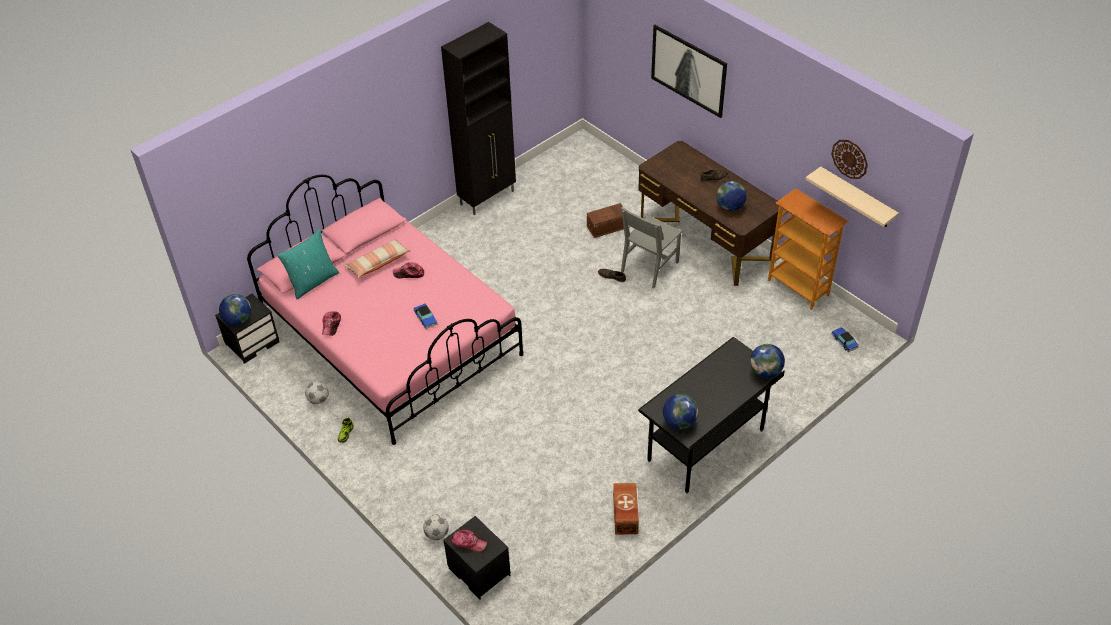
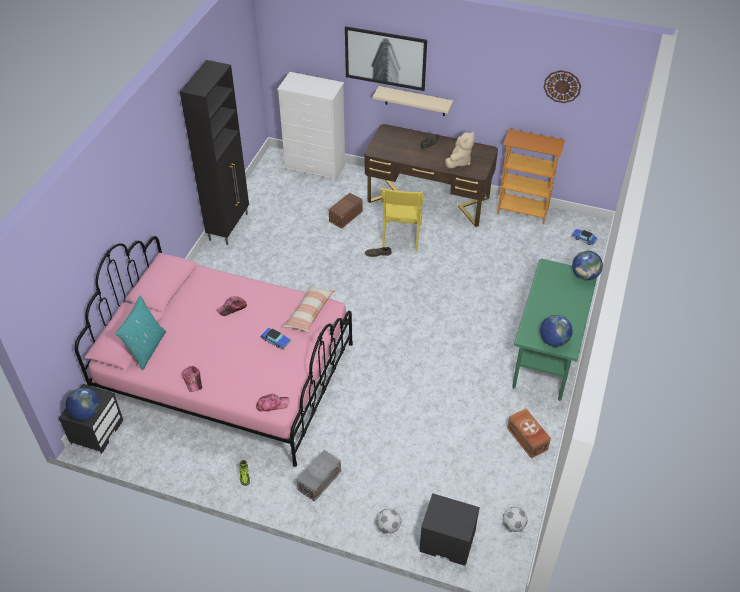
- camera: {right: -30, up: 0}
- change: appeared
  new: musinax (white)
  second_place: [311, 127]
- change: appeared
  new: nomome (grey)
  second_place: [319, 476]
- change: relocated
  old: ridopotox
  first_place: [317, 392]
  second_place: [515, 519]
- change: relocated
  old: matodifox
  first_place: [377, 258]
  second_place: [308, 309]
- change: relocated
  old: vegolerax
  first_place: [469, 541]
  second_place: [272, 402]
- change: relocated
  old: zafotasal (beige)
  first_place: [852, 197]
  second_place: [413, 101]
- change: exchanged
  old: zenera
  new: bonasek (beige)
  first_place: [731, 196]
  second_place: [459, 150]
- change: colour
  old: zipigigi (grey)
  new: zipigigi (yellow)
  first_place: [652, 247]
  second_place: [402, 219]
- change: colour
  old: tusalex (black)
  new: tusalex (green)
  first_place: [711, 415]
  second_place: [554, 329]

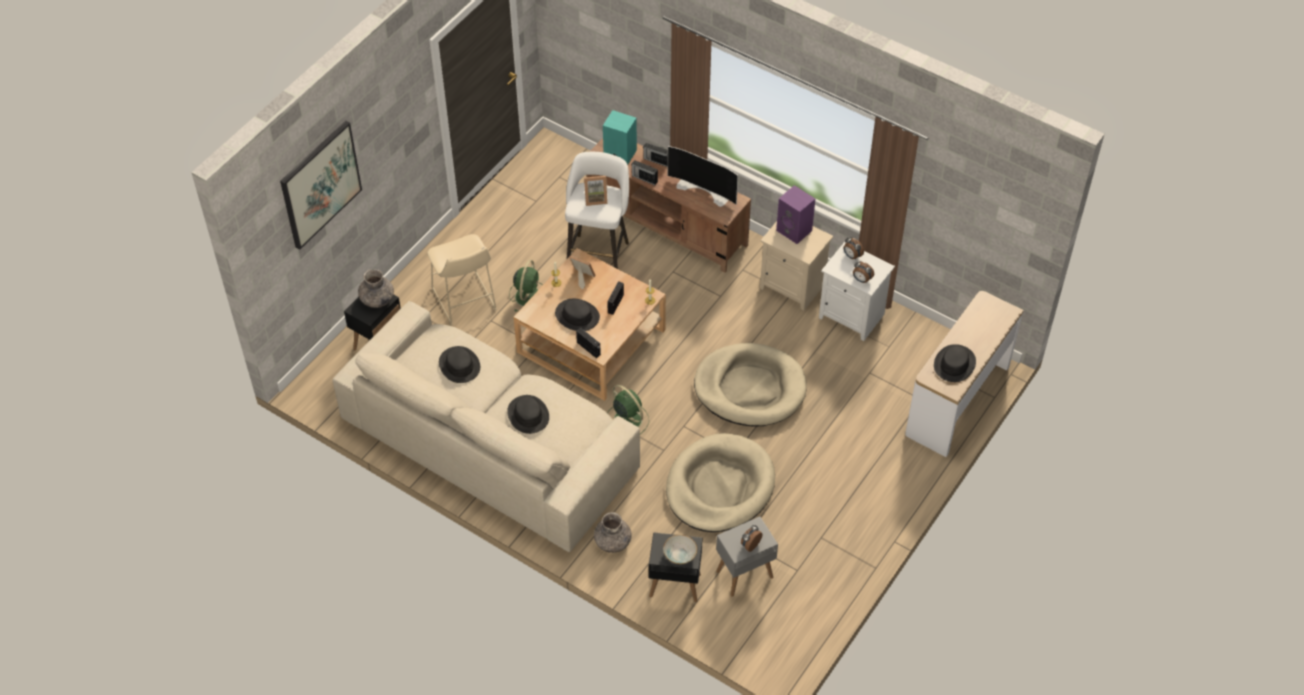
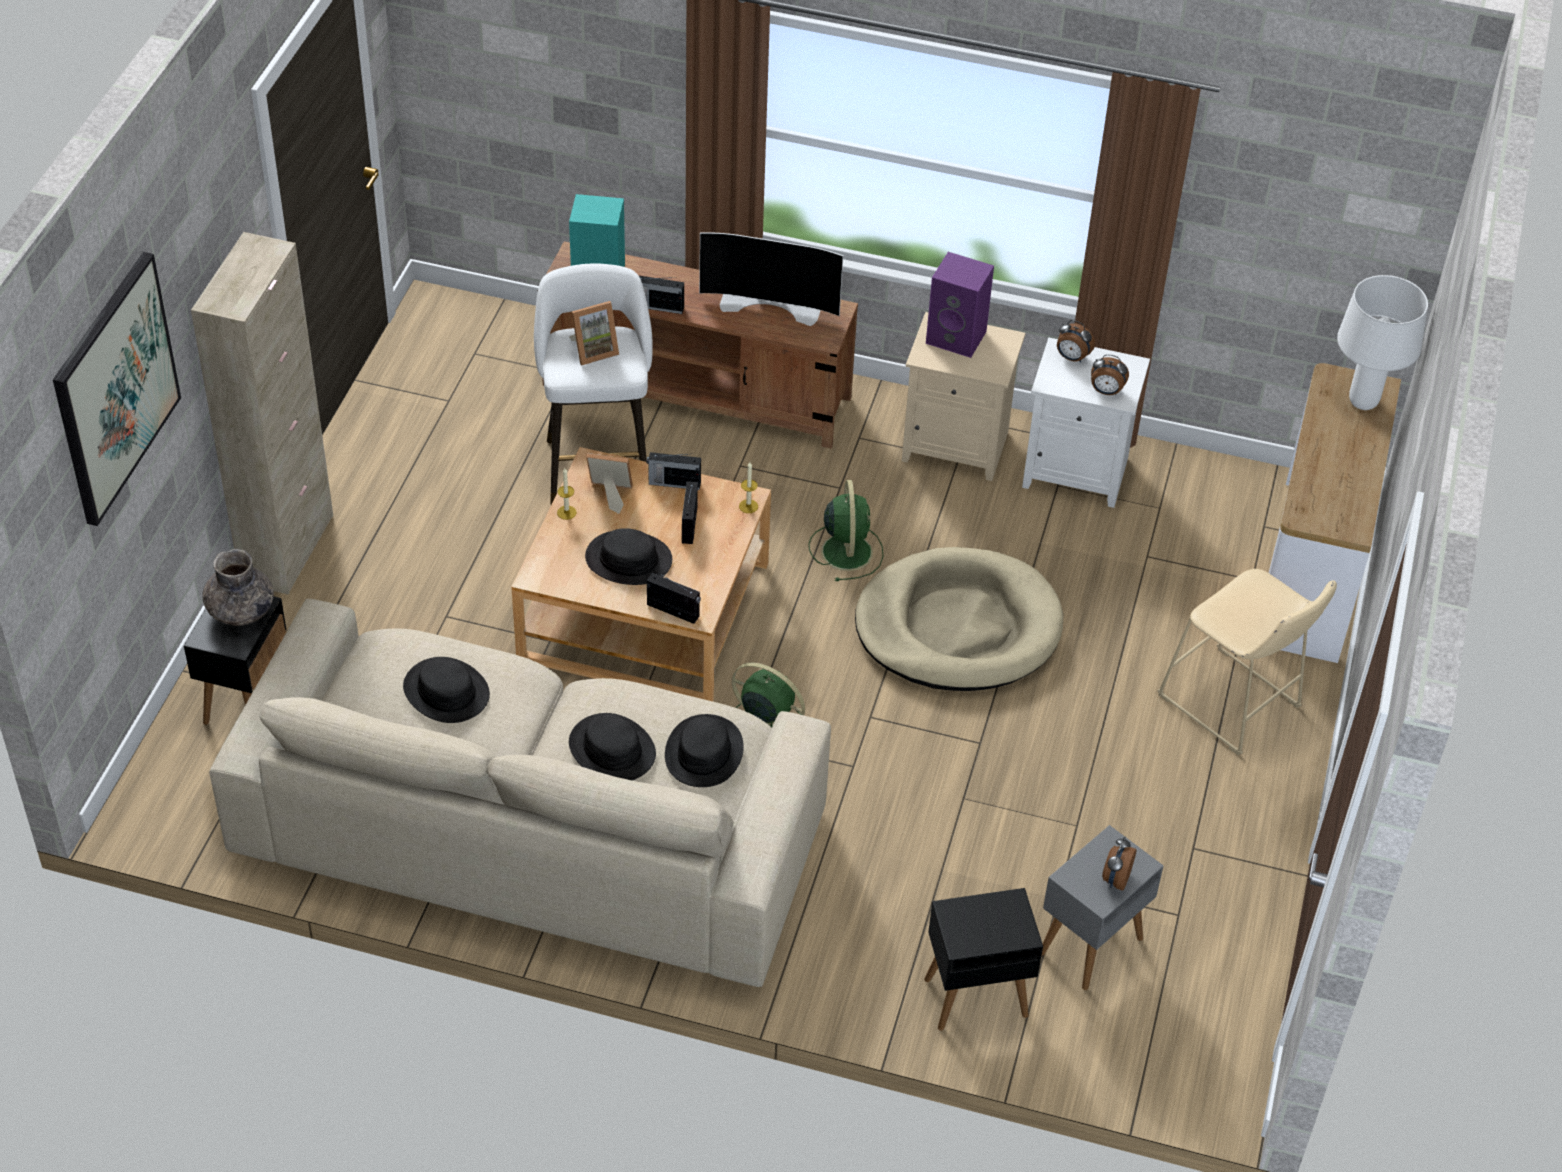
- camera: {right: -20, up: -5}
- change: missing
  old: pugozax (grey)
  first_place: [613, 532]
- change: missing
  old: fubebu
  first_place: [680, 549]
- change: missing
  old: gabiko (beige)
  first_place: [720, 482]
- change: appeared
  new: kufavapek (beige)
  second_place: [262, 413]
- change: appeared
  new: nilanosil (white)
  second_place: [1382, 342]
- change: relocated
  old: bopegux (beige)
  first_place: [462, 280]
  second_place: [1247, 662]
- change: relocated
  old: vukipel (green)
  first_place: [526, 285]
  second_place: [846, 530]
- change: relocated
  old: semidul
  first_place: [655, 155]
  second_place: [674, 471]
- change: relocated
  old: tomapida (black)
  first_place: [955, 363]
  second_place: [704, 750]

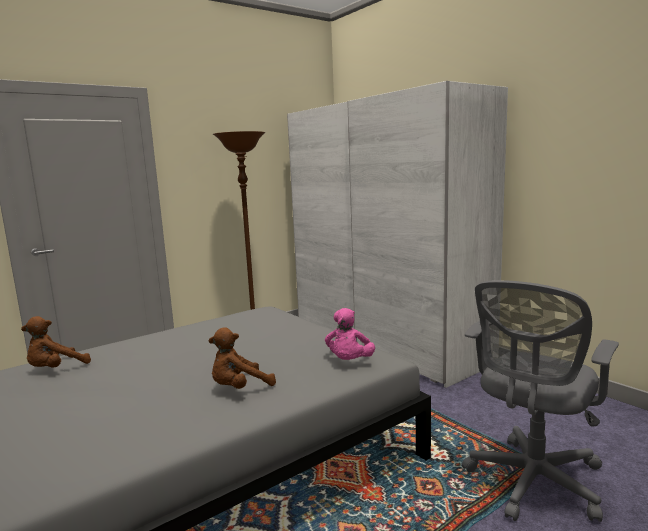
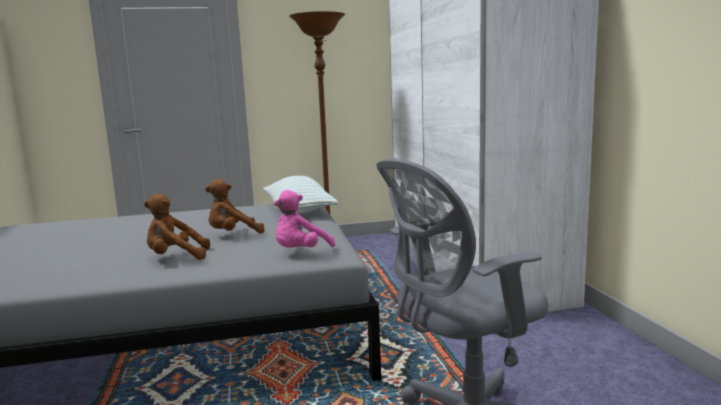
- camera: {right: 25, up: 0}
- change: appeared
  new: matodifox
  second_place: [300, 194]
- change: relocated
  old: bonasek (brown)
  first_place: [56, 342]
  second_place: [235, 206]

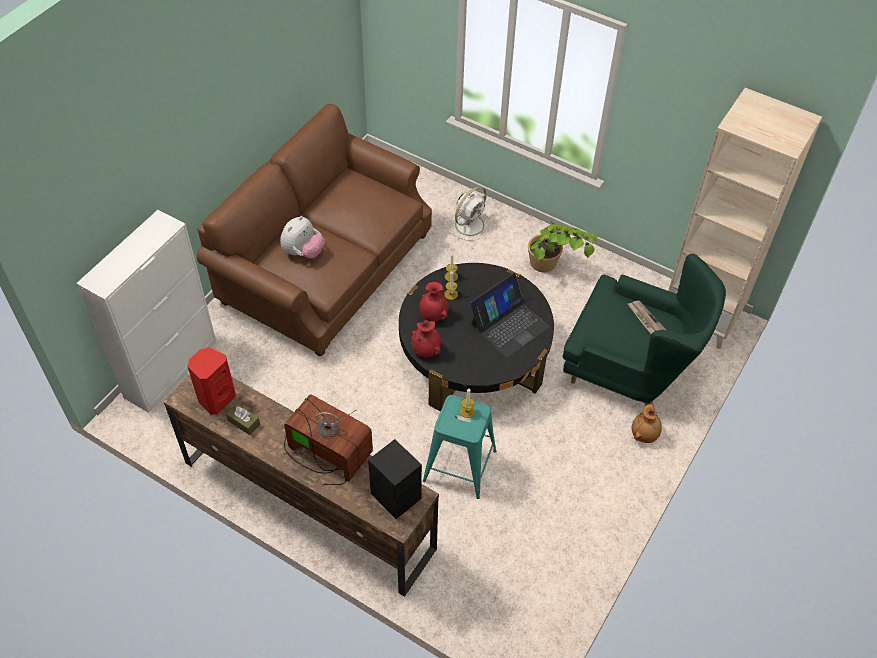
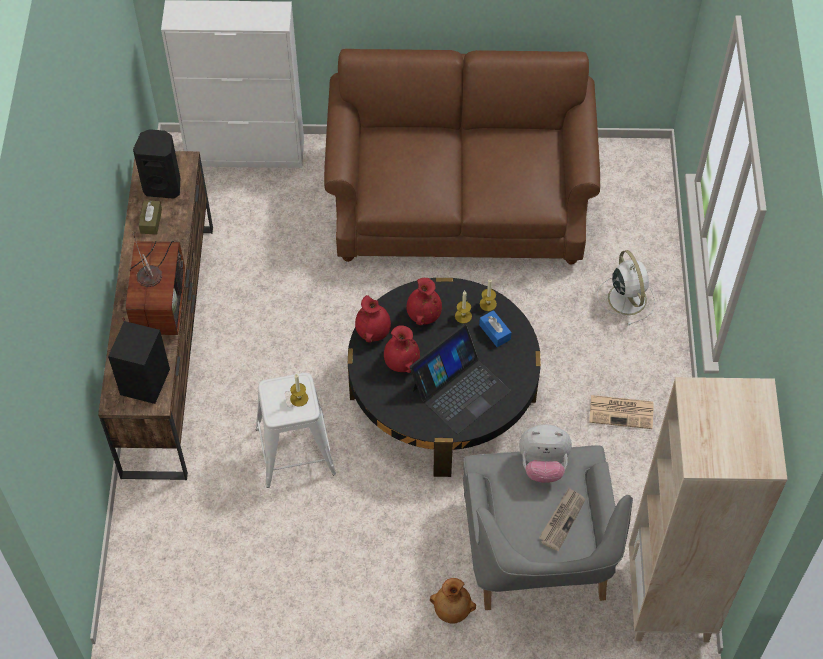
- camera: {right: 60, up: 5}
- change: appeared
  new: pugozax (red)
  second_place: [402, 349]
- change: appeared
  new: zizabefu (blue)
  second_place: [495, 328]
- change: relocated
  old: bonasek
  first_place: [302, 237]
  second_place: [545, 453]
- change: exchanged
  old: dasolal
  new: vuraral
  first_place: [562, 246]
  second_place: [621, 412]
- change: colour
  old: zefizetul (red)
  new: zefizetul (black)
  first_place: [211, 381]
  second_place: [156, 164]
- change: colour
  old: bopegux (turquoise)
  new: bopegux (white)
  first_place: [459, 447]
  second_place: [296, 430]
- change: colour
  old: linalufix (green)
  new: linalufix (grey)
  first_place: [644, 330]
  second_place: [548, 527]
- change: spun
  old: vukipel (white)
  first_place: [470, 213]
  second_place: [626, 287]
  degrees: -120
- change: spun
  old: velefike
  first_place: [510, 315]
  second_place: [460, 379]
  degrees: -60

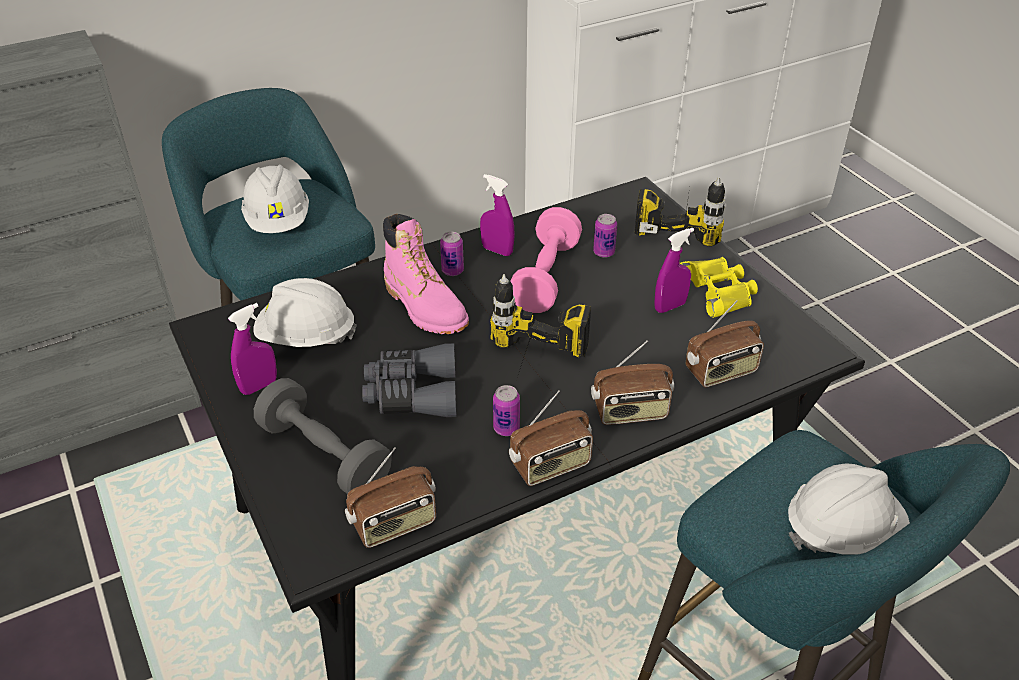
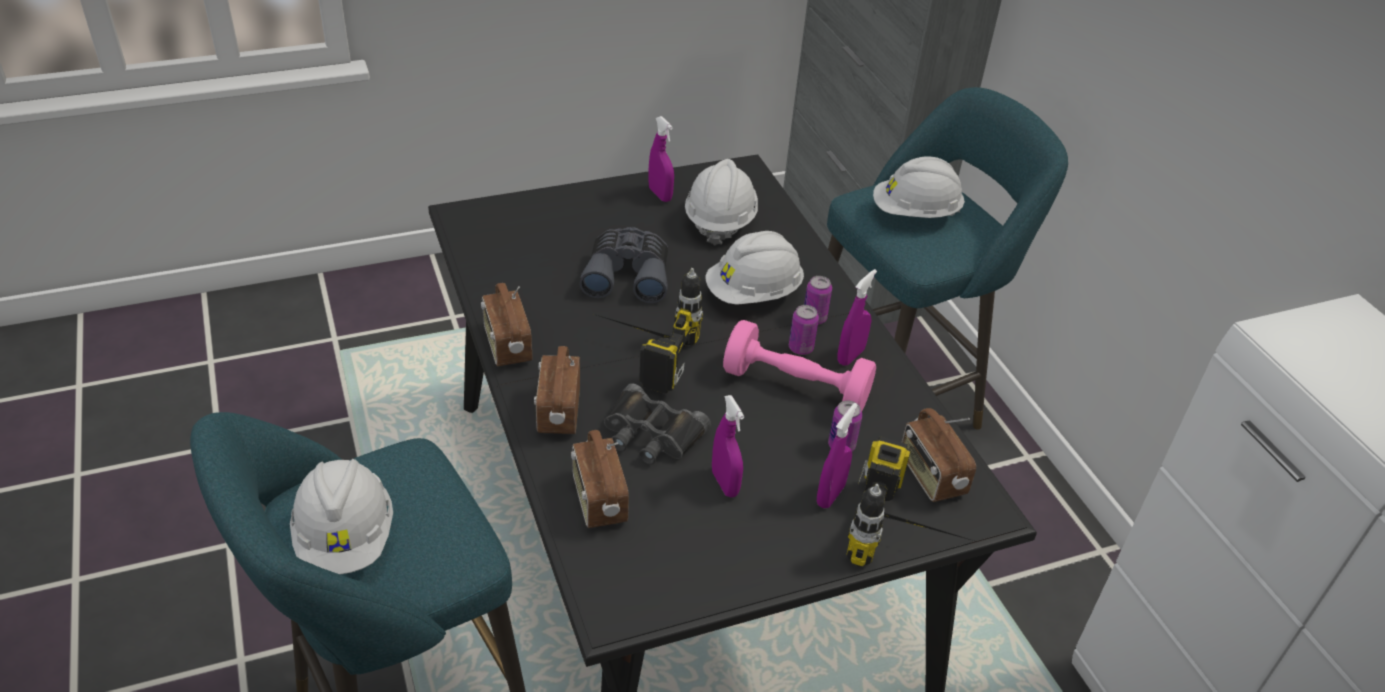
- camera: {right: 95, up: 0}
- change: missing
  old: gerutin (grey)
  first_place: [323, 436]
- change: missing
  old: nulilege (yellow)
  first_place: [718, 287]
- change: appeared
  new: nulilege (black)
  second_place: [657, 424]
- change: appeared
  new: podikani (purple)
  second_place: [837, 455]
- change: relocated
  old: semidul
  first_place: [390, 497]
  second_place: [939, 455]
- change: relocated
  old: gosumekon
  first_place: [506, 410]
  second_place: [804, 330]
- change: exchanged
  old: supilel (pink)
  new: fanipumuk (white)
  first_place: [426, 274]
  second_place: [754, 268]

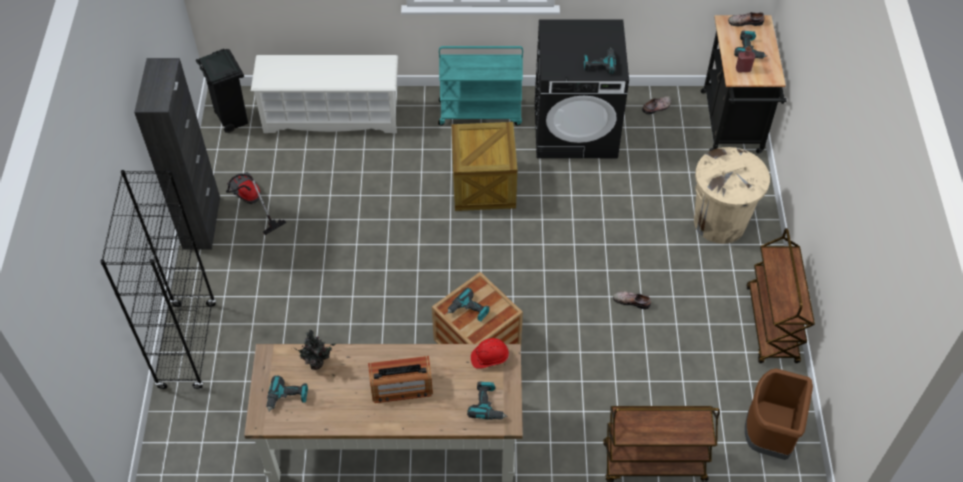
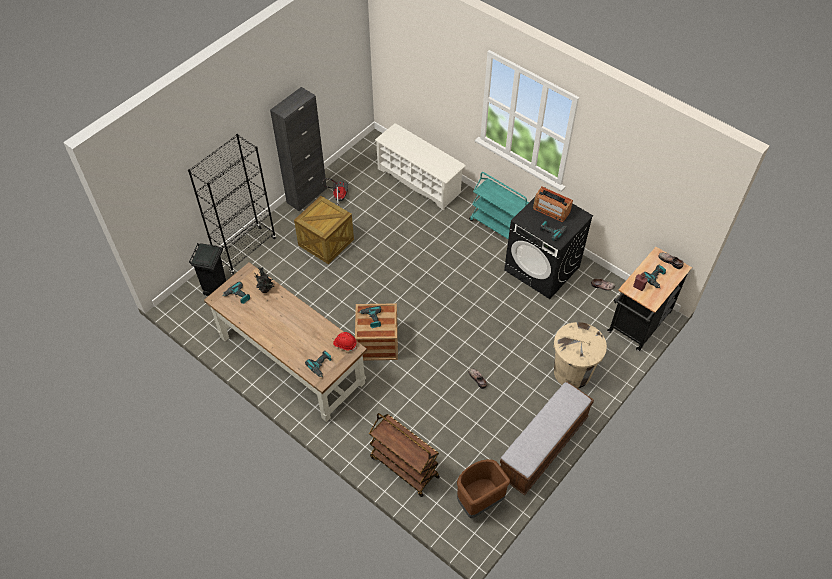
- camera: {right: 40, up: 0}
- change: relocated
  old: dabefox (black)
  first_place: [222, 91]
  second_place: [207, 269]
- change: relocated
  old: semidul
  first_place: [400, 379]
  second_place: [553, 204]
- change: relocated
  old: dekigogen
  first_place: [484, 166]
  second_place: [324, 230]
- change: exchanged
  old: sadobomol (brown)
  new: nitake
  first_place: [780, 295]
  second_place: [547, 438]

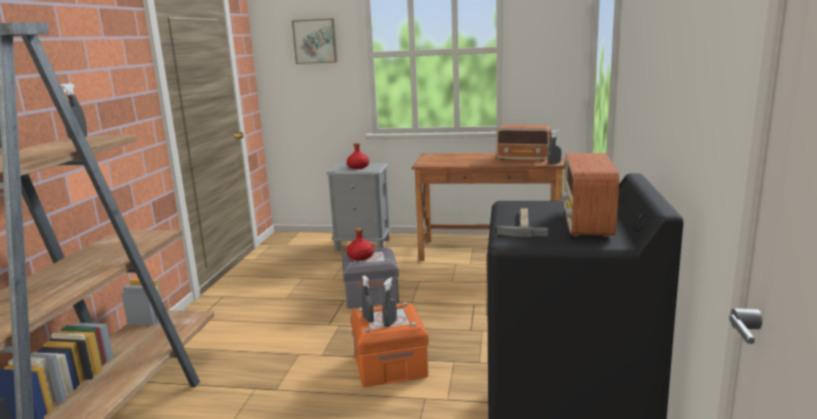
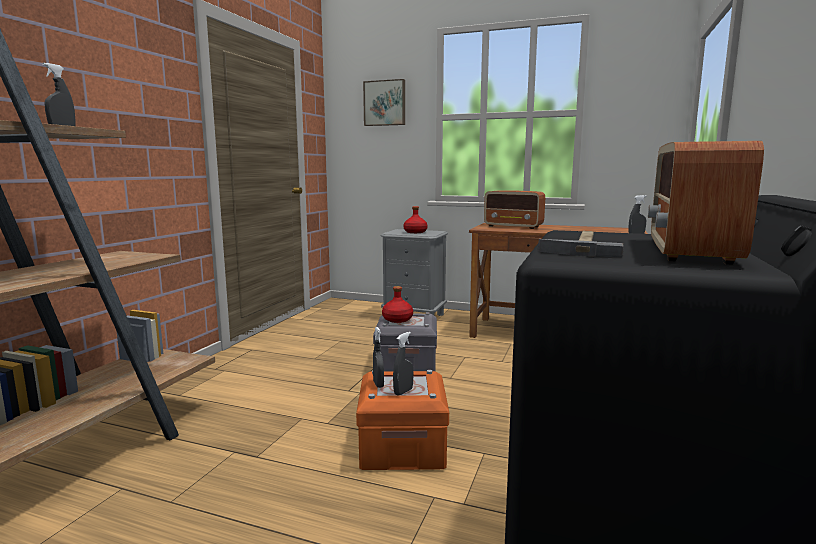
- camera: {right: 10, up: -5}
- change: relocated
  old: semidul
  first_place: [523, 143]
  second_place: [514, 210]

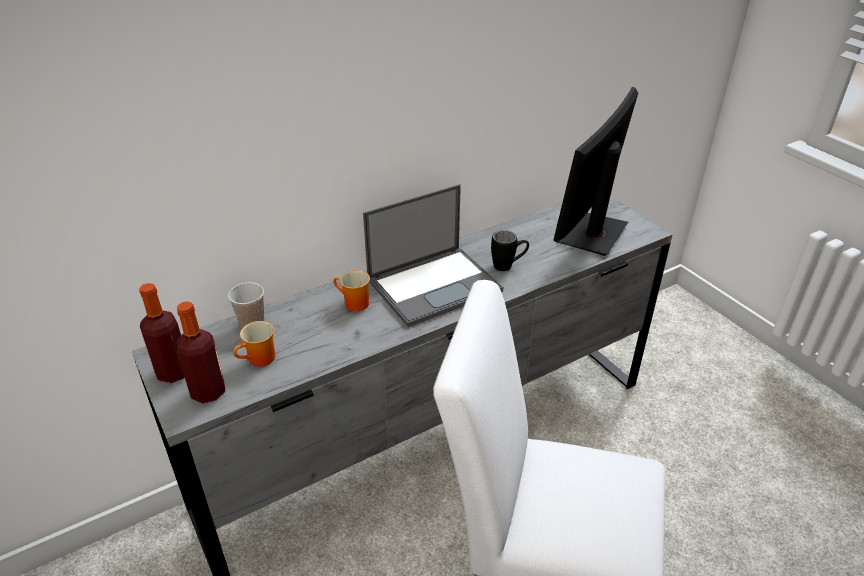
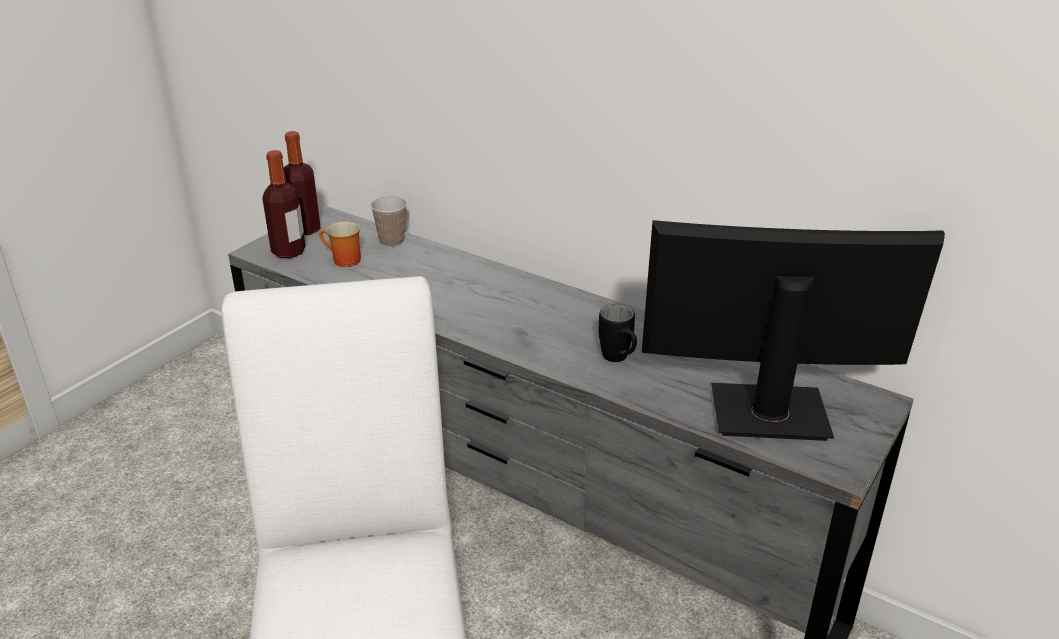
- camera: {right: 65, up: -5}
- change: missing
  old: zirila
  first_place: [351, 291]
- change: missing
  old: velefike
  first_place: [433, 255]

